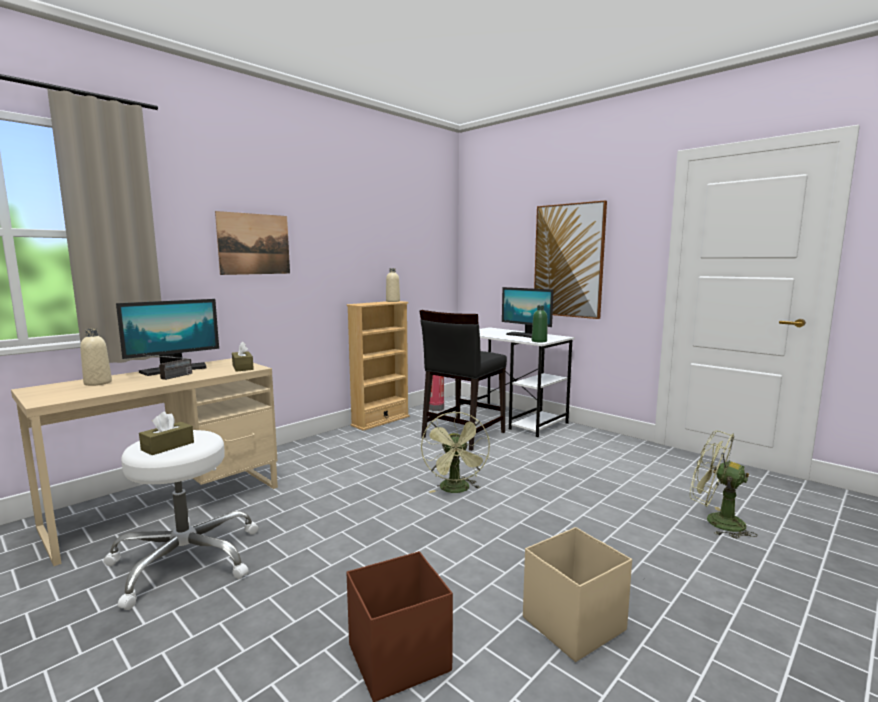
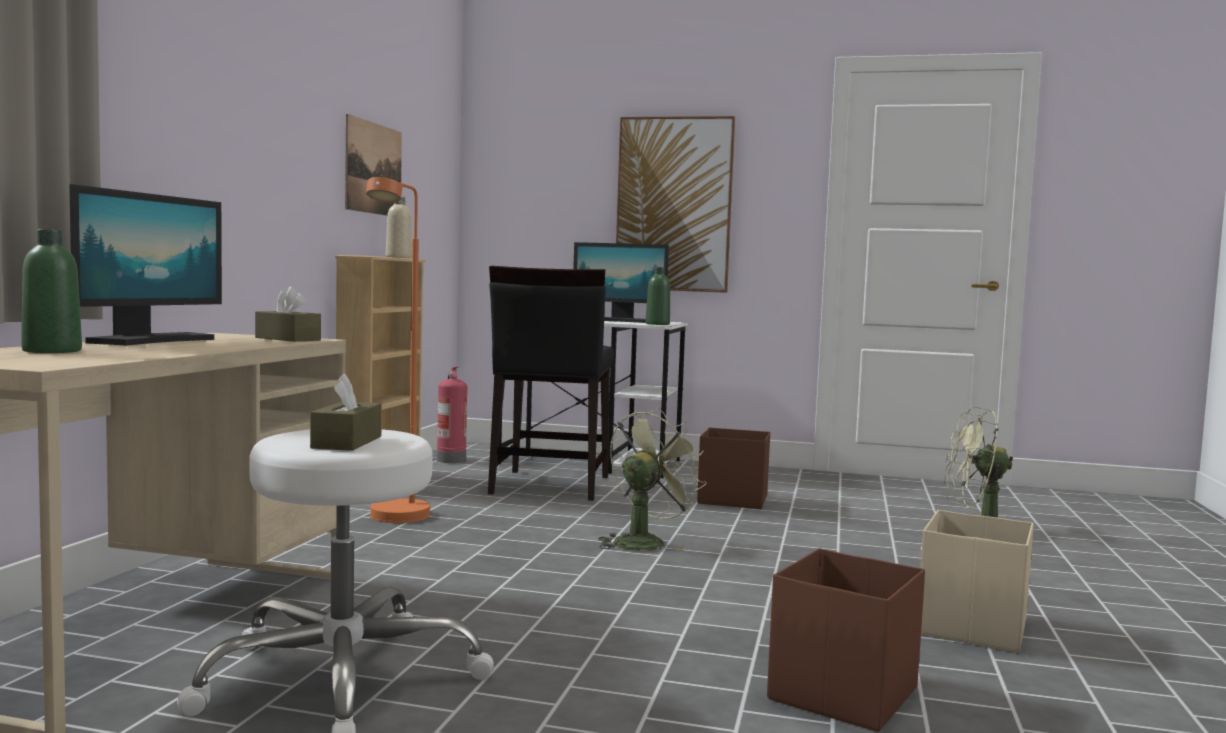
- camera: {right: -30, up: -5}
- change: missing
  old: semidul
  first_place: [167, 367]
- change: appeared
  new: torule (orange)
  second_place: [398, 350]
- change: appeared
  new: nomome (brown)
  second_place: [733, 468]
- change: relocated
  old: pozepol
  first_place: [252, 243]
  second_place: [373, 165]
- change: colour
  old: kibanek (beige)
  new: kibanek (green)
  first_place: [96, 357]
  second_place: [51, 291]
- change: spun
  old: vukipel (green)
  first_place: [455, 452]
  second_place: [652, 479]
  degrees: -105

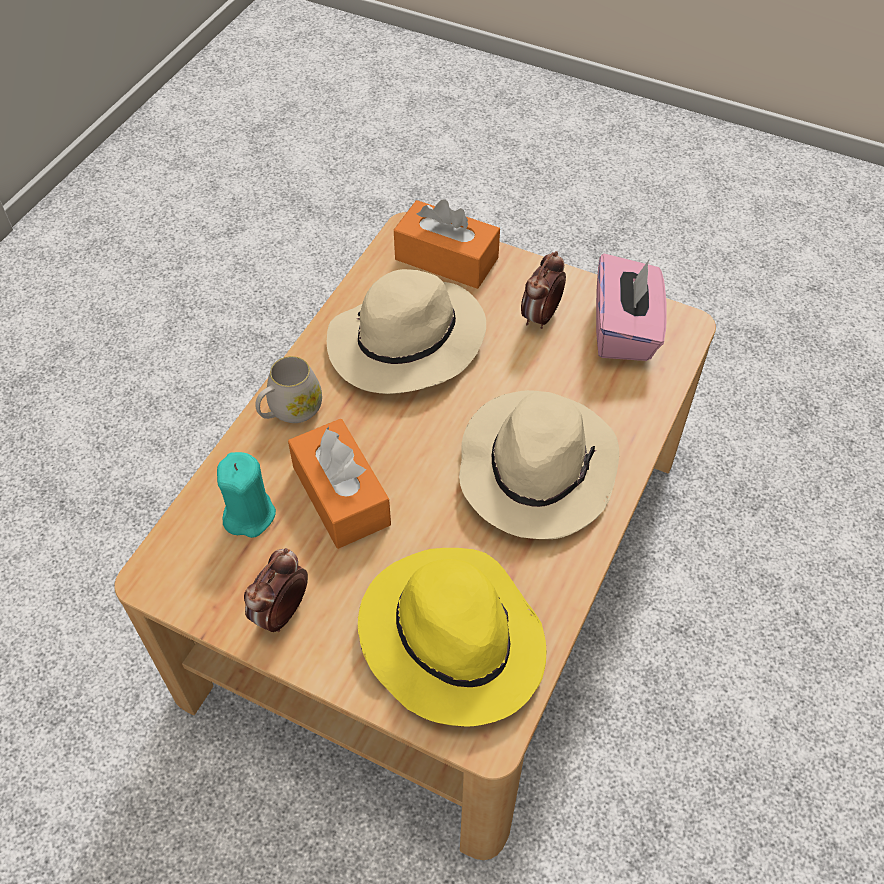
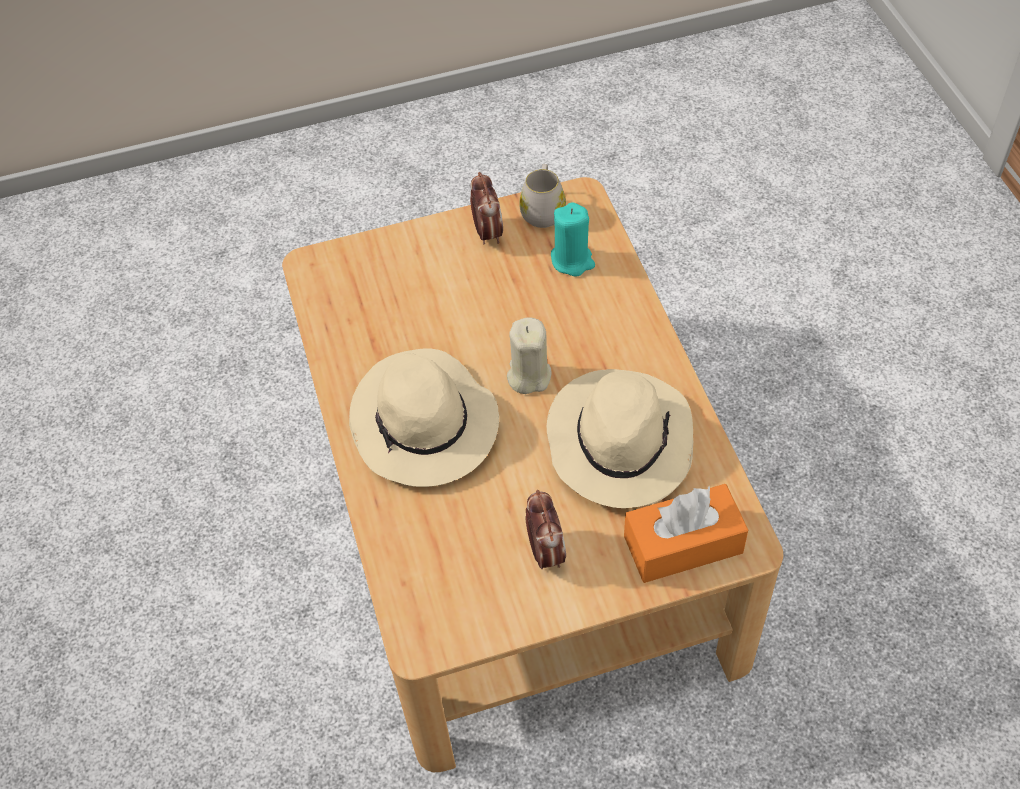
- camera: {right: 140, up: 0}
- change: missing
  old: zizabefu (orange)
  first_place: [339, 484]
- change: missing
  old: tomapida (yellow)
  first_place: [452, 637]
- change: missing
  old: zizabefu (pink)
  first_place: [631, 307]
- change: appeared
  new: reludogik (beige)
  second_place: [529, 355]
- change: relocated
  old: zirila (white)
  first_place: [288, 389]
  second_place: [542, 196]

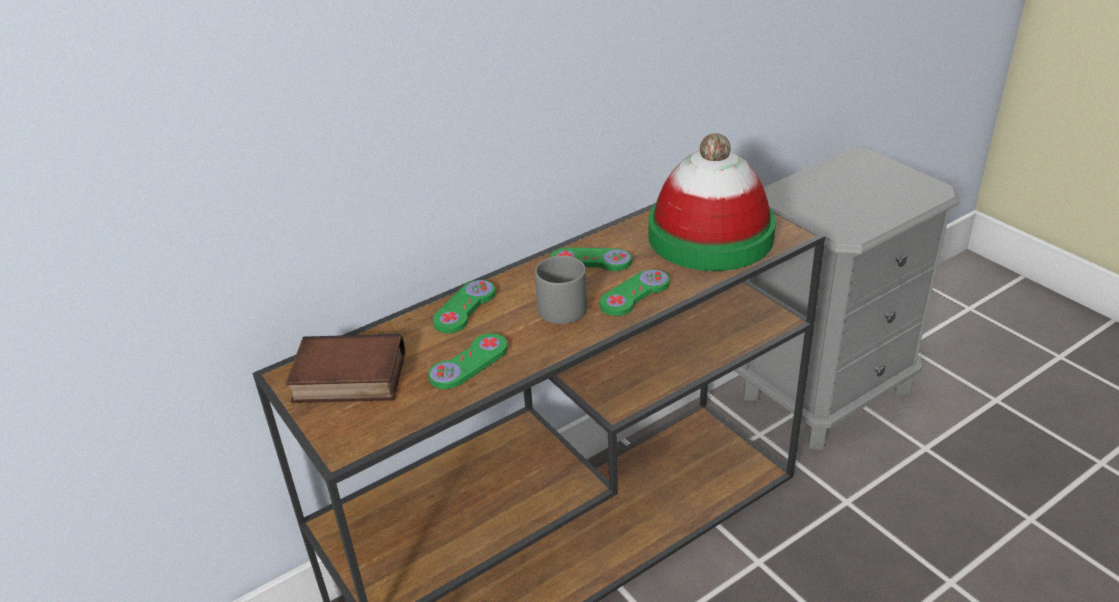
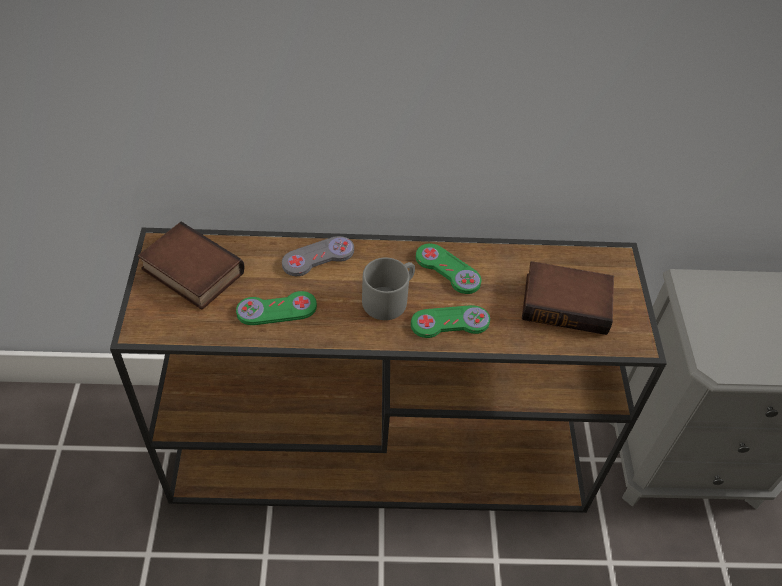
- camera: {right: 30, up: 15}
- change: exchanged
  old: tomapida
  new: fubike
  first_place: [712, 202]
  second_place: [568, 298]
- change: colour
  old: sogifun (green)
  new: sogifun (grey)
  first_place: [464, 306]
  second_place: [318, 256]

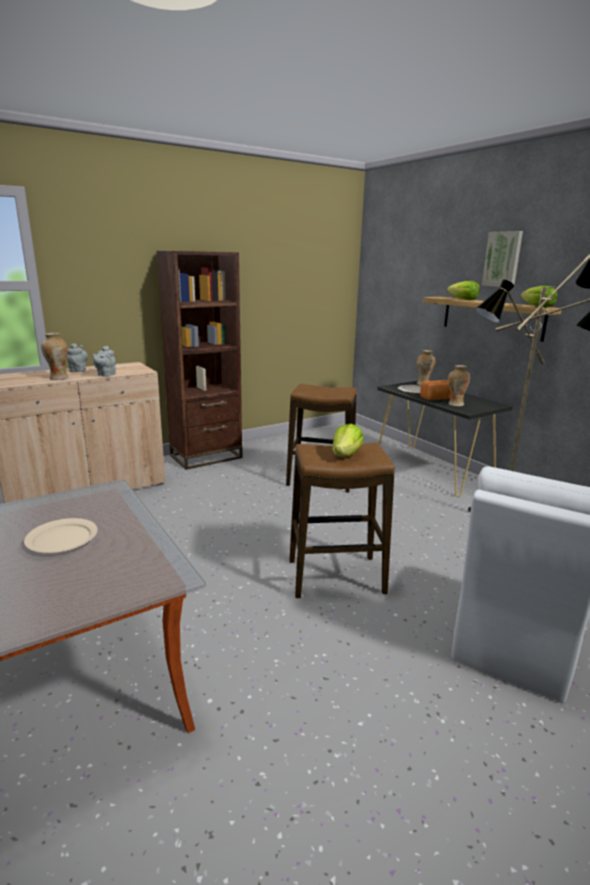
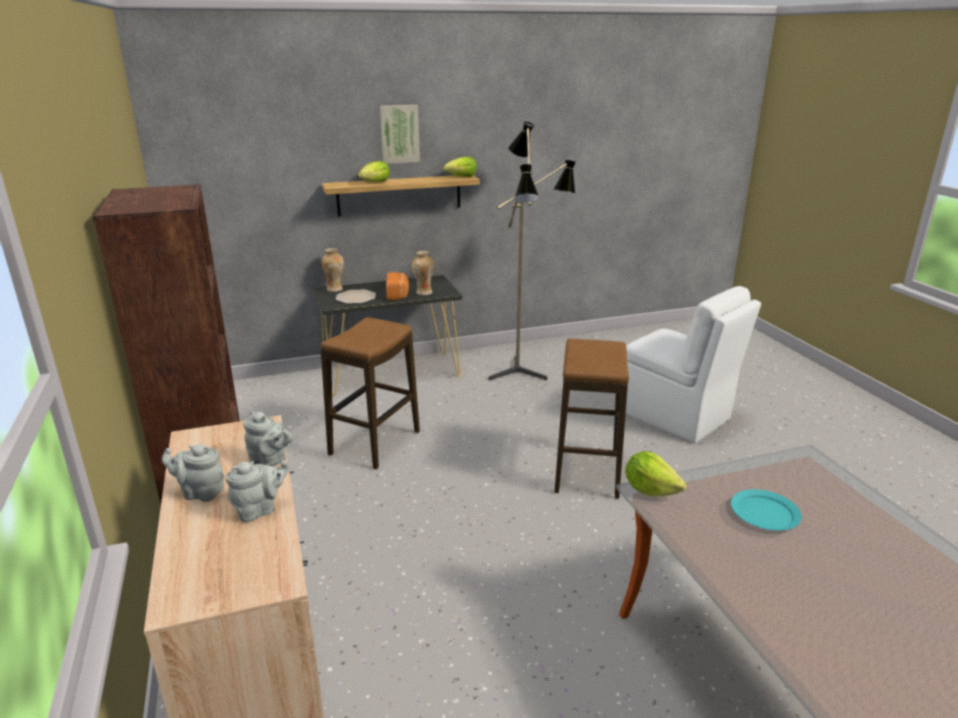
- camera: {right: -75, up: 5}
- change: relocated
  old: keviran
  first_place: [348, 440]
  second_place: [655, 474]
- change: exchanged
  old: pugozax
  new: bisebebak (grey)
  first_place: [54, 356]
  second_place: [257, 491]
- change: colour
  old: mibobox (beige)
  new: mibobox (turquoise)
  first_place: [61, 535]
  second_place: [766, 510]

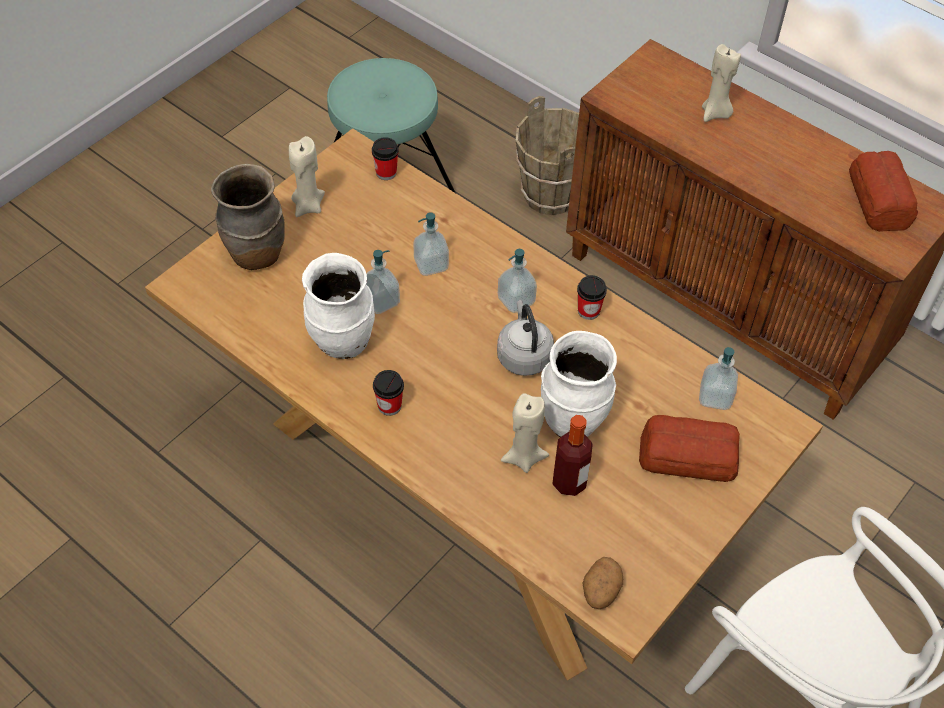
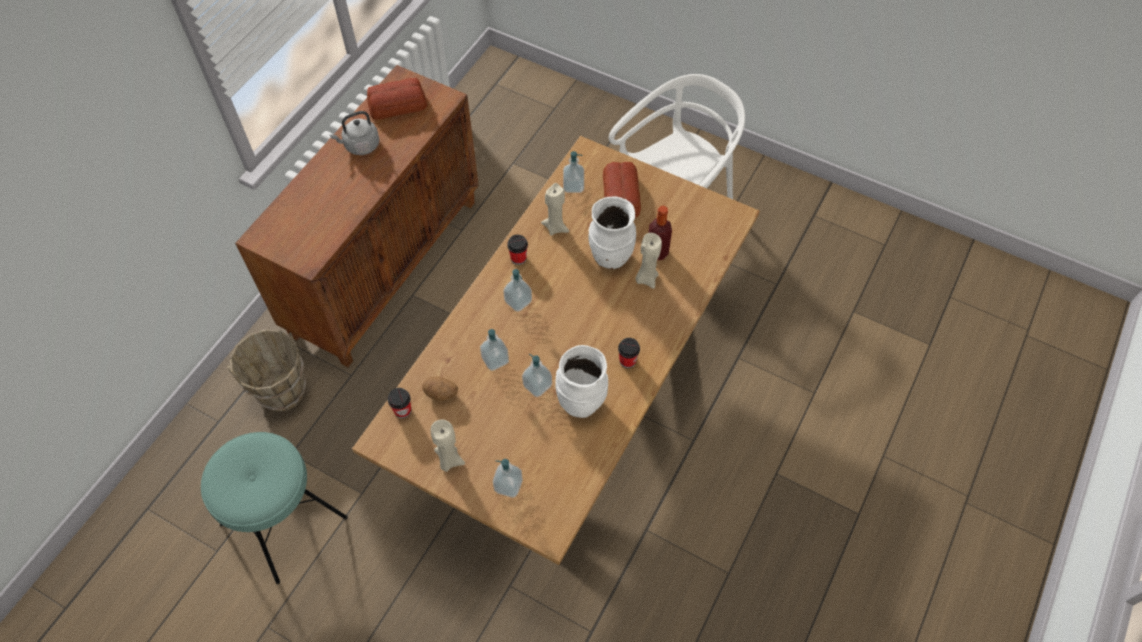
- camera: {right: -100, up: 5}
- change: relocated
  old: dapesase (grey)
  first_place: [525, 338]
  second_place: [355, 133]
- change: relocated
  old: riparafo
  first_place: [603, 583]
  second_place: [440, 389]
- change: relocated
  old: reludogik (beige)
  first_place: [721, 83]
  second_place: [555, 209]
- change: exchanged
  old: pugozax (brown)
  new: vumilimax
  first_place: [248, 217]
  second_place: [508, 478]

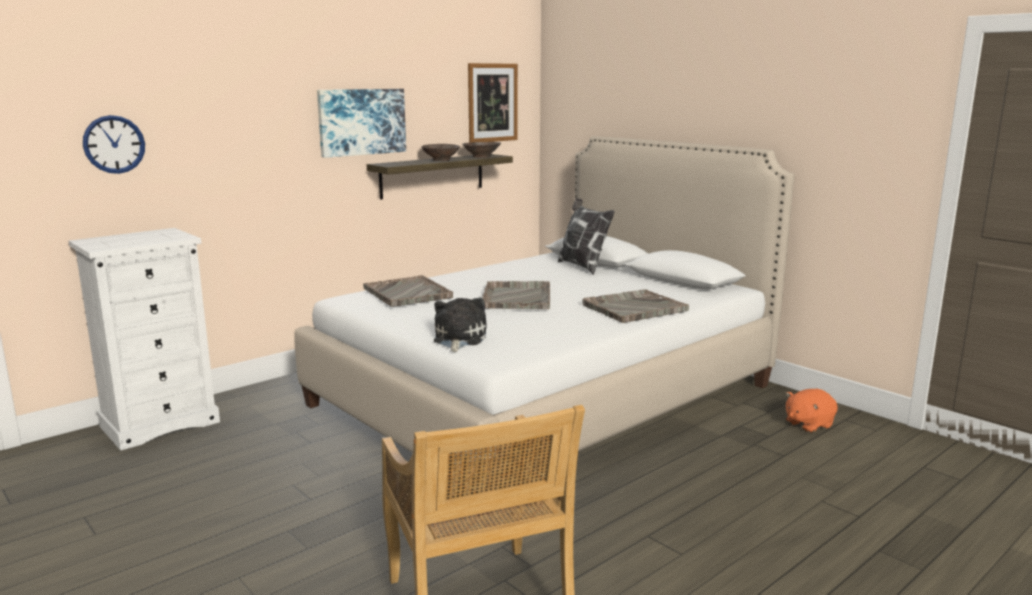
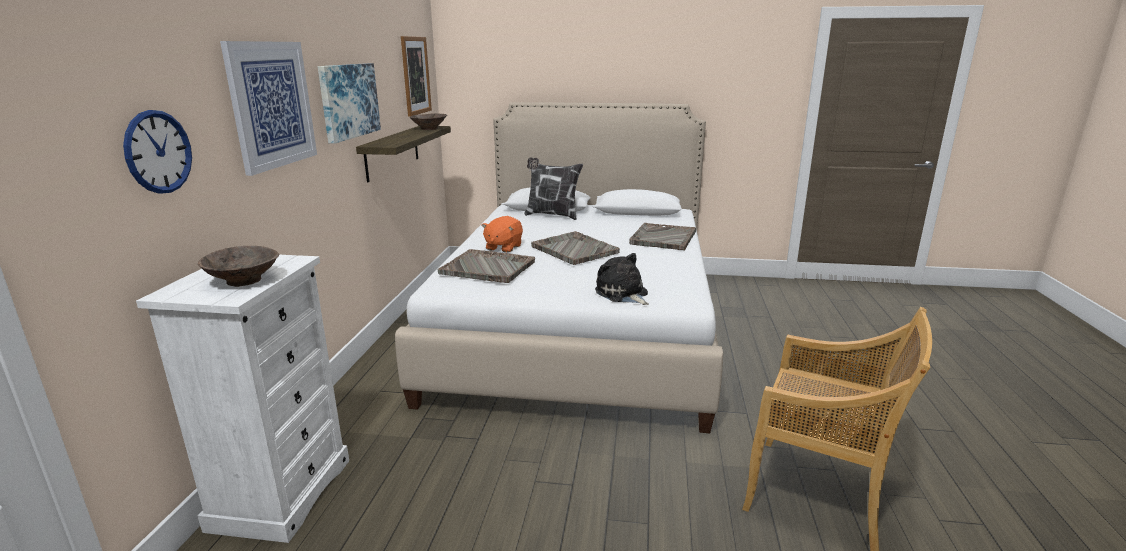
- camera: {right: -40, up: 5}
- change: appeared
  new: pozepol
  second_place: [268, 108]
- change: relocated
  old: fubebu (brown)
  first_place: [440, 152]
  second_place: [238, 266]
- change: relocated
  old: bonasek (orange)
  first_place: [812, 411]
  second_place: [502, 234]

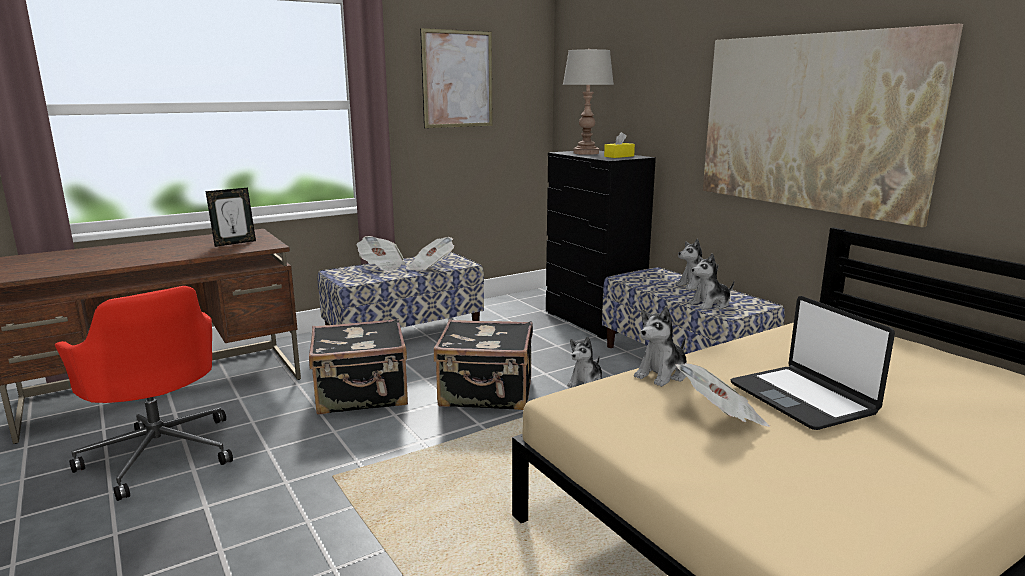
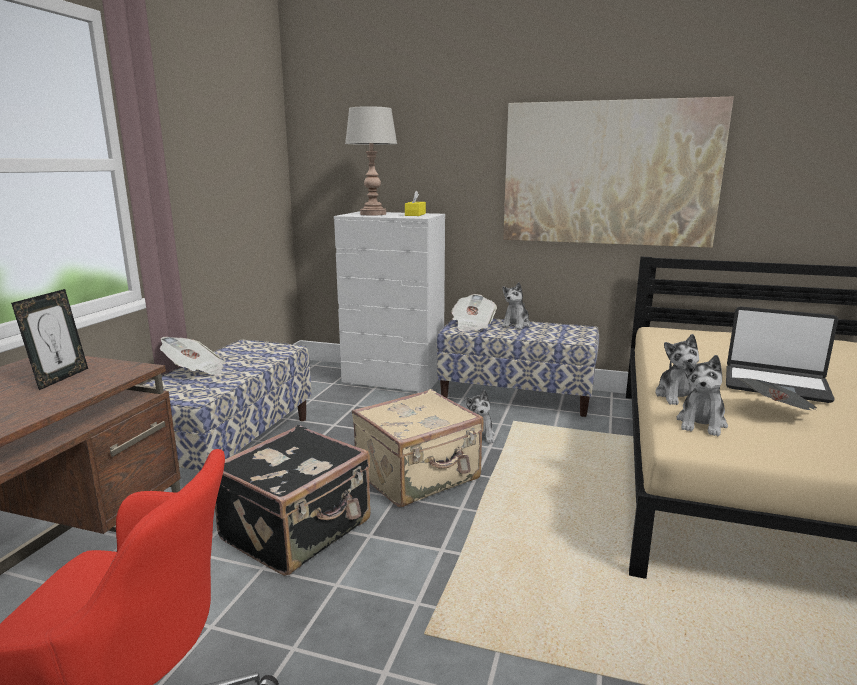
- camera: {right: -40, up: 0}
- change: missing
  old: pozepol
  first_place: [456, 78]
- change: relocated
  old: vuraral
  first_place: [430, 254]
  second_place: [474, 312]
- change: relocated
  old: bonasek
  first_place: [711, 281]
  second_place: [702, 395]
- change: colour
  old: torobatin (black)
  new: torobatin (beige)
  first_place: [483, 364]
  second_place: [418, 448]
- change: colour
  old: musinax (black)
  new: musinax (white)
  first_place: [601, 245]
  second_place: [389, 302]

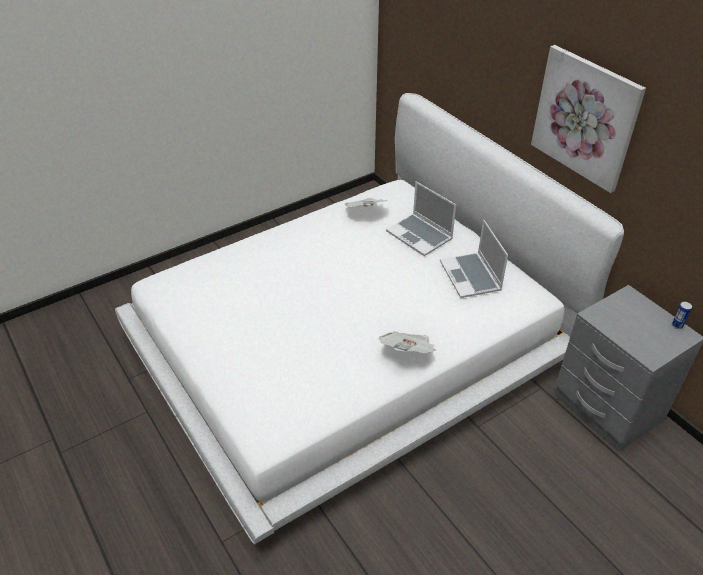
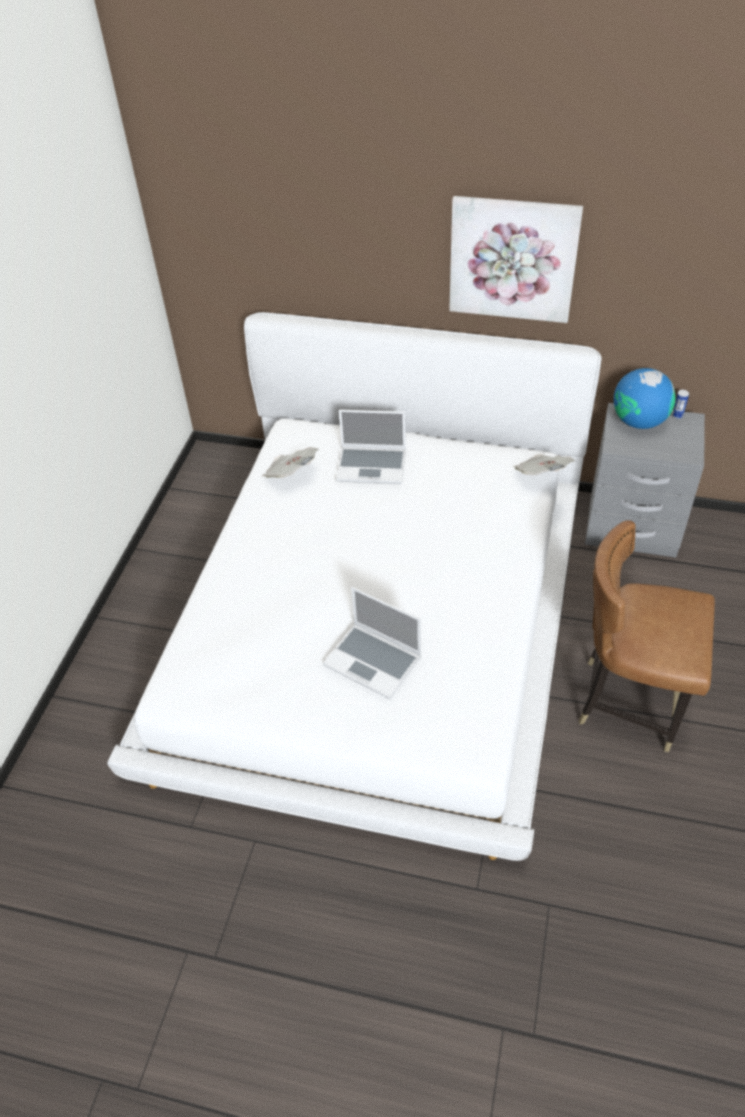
- camera: {right: -40, up: 5}
- change: appeared
  new: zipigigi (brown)
  second_place: [647, 636]
- change: appeared
  new: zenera
  second_place: [644, 398]
- change: relocated
  old: vuraral
  first_place: [407, 342]
  second_place: [544, 464]
- change: relocated
  old: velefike
  first_place: [474, 259]
  second_place: [372, 643]

